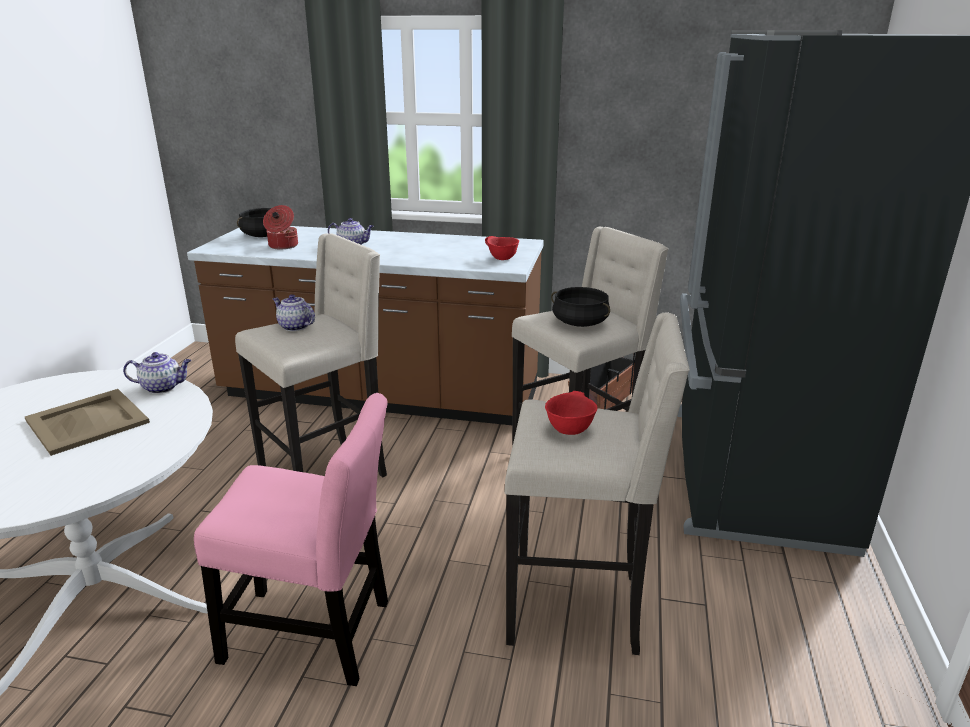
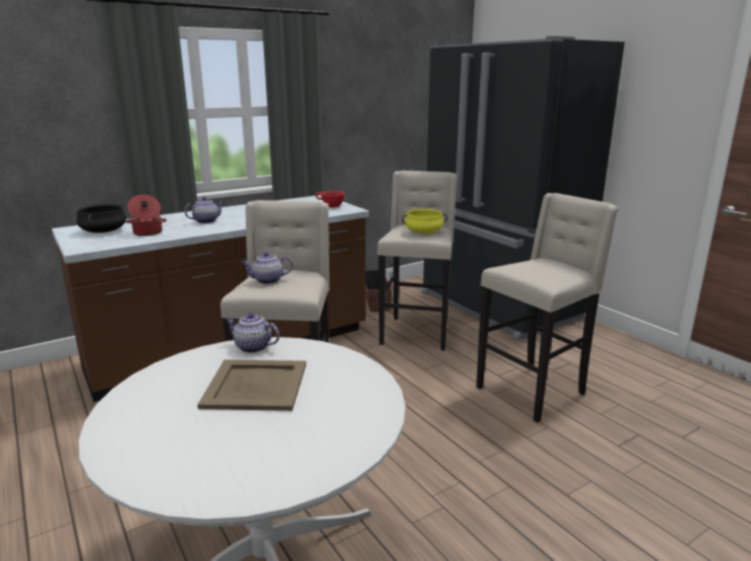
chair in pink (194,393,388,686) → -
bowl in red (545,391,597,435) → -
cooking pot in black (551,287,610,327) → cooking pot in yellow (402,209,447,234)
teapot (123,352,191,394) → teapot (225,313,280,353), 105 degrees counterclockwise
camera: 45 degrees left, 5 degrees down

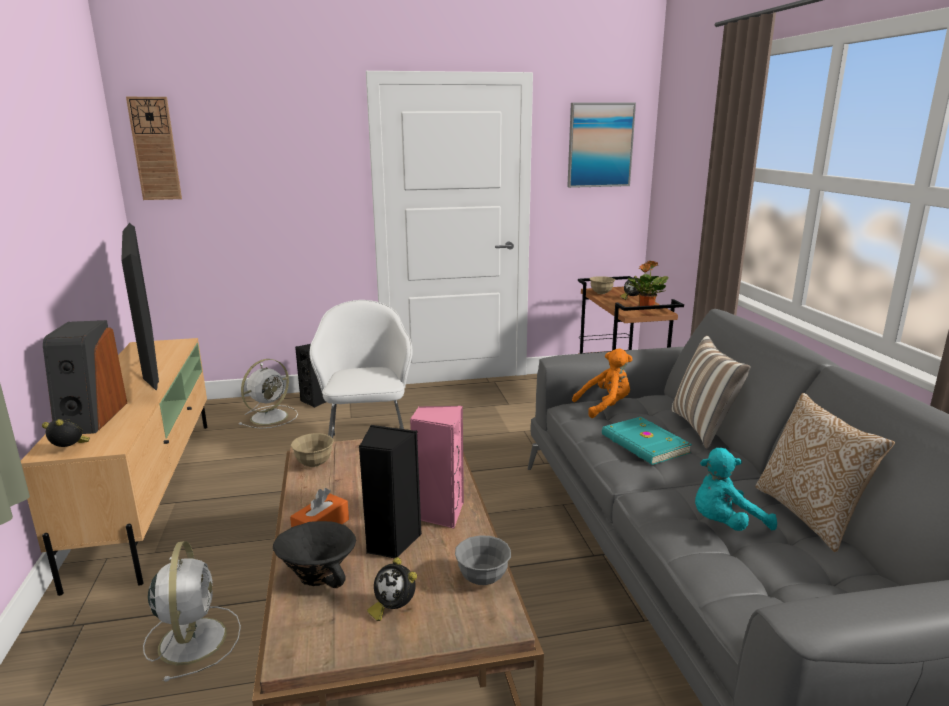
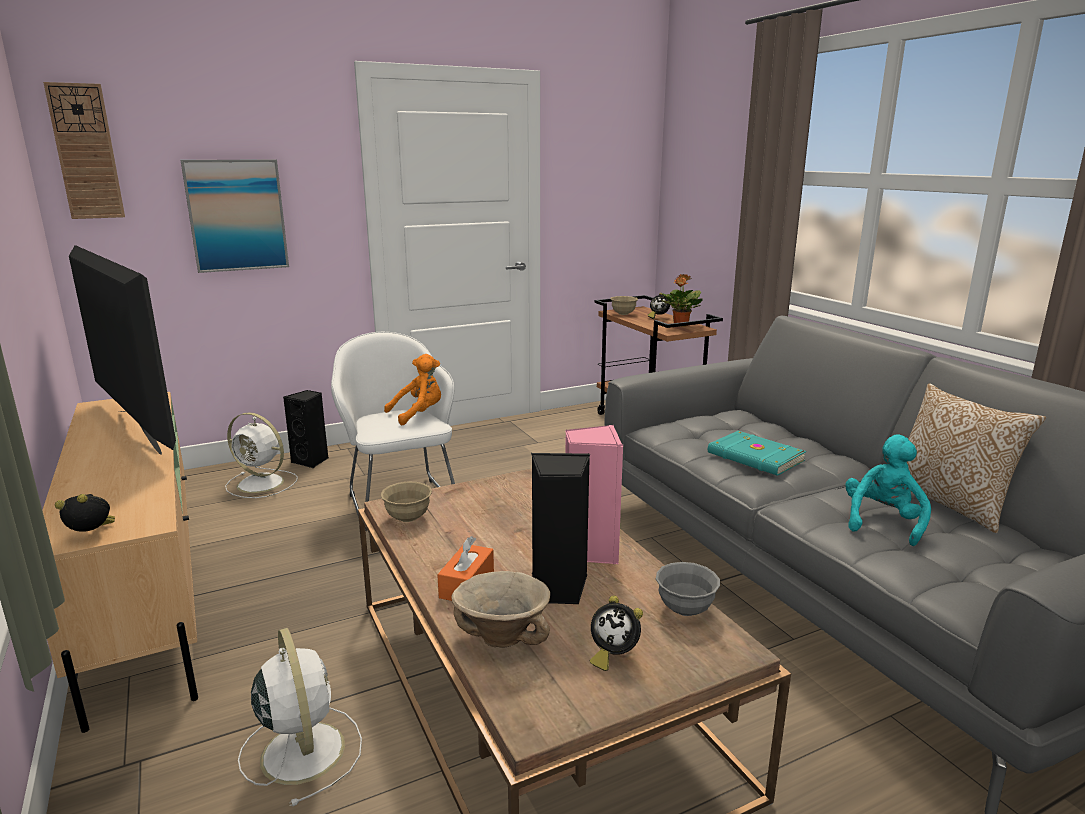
speaker (43,320,127,434) → -
pillow (671,336,751,449) → -
picture (567,103,636,188) → picture (181,159,289,273), shifted
plush toy in orange (572,348,633,418) → plush toy in orange (384,354,441,425), shifted
bowl in black (273,521,356,588) → bowl in beige (451,571,550,647)
fan in white (239,359,298,429) → fan in white (225,412,298,498), 90 degrees clockwise
plush toy in turquoise (695,448,777,531) → plush toy in turquoise (845,434,931,546), 150 degrees clockwise
camera: 15 degrees left, 0 degrees up

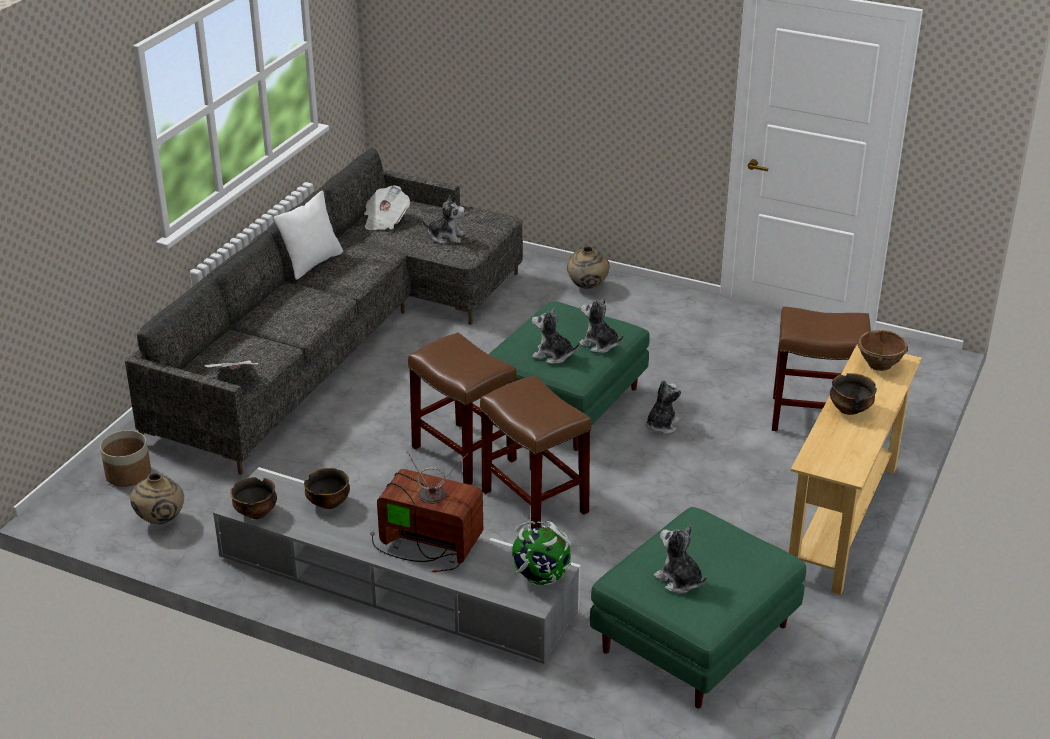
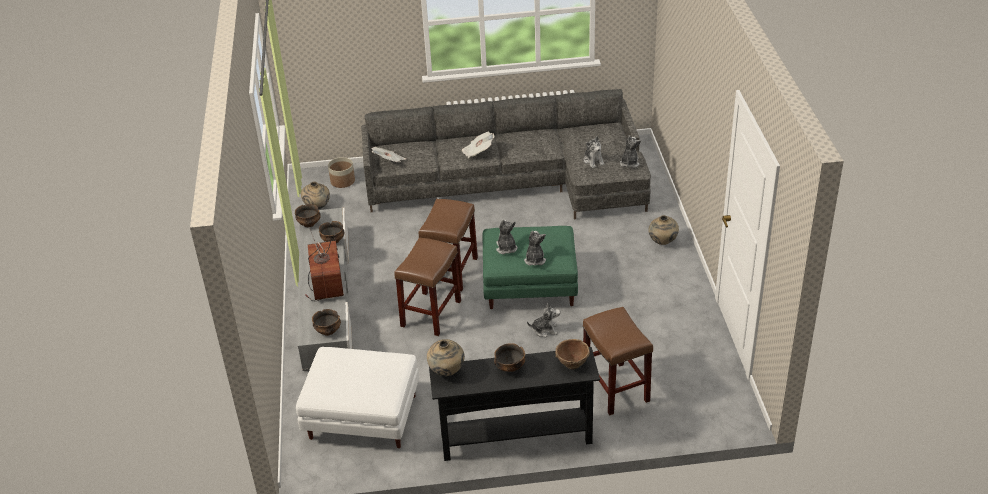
pillow in white (274,191,343,280) → -
- → vase in beige (427,339,465,376)
newspaper (364,185,410,230) → newspaper (462,132,495,158), shifted
plush toy (654,525,707,593) → plush toy (620,135,641,168), shifted
globe (510,521,571,586) → bowl (312,309,341,336)
ottoman in green (590,507,806,708) → ottoman in white (296,347,419,448)
console table in beige (789,344,922,595) → console table in black (429,347,600,461)
camera: 60 degrees right, 5 degrees up

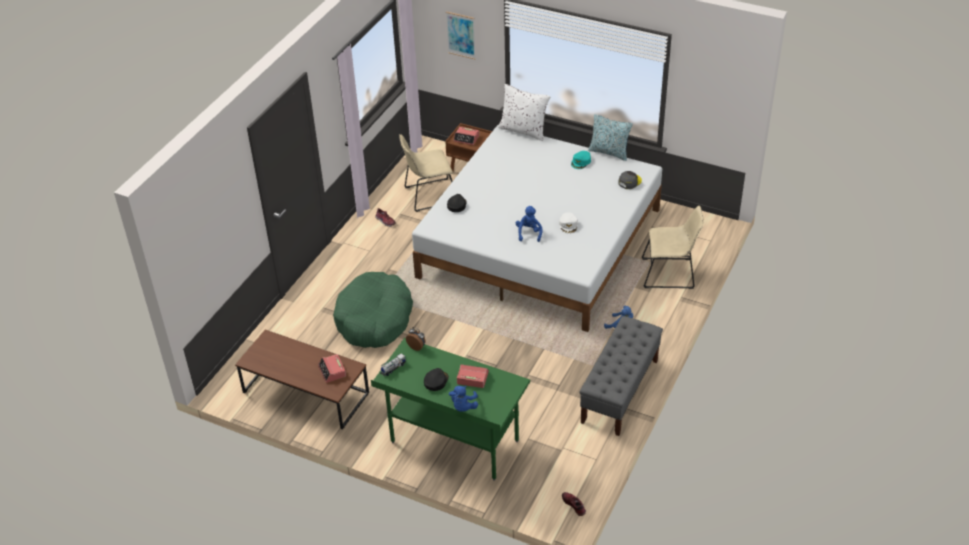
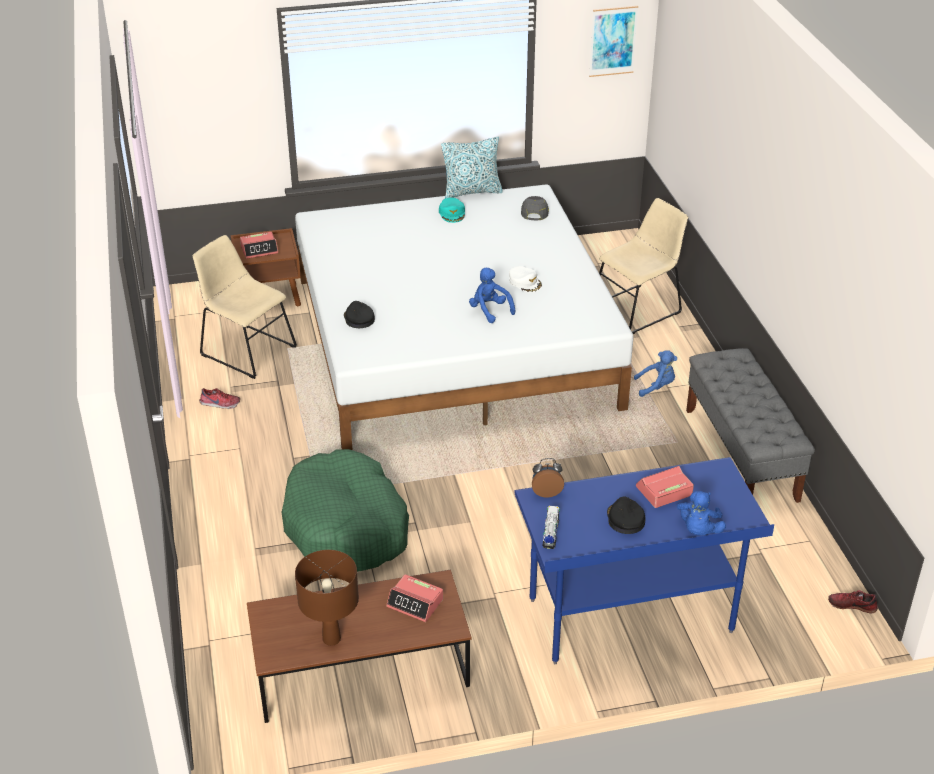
pillow in white (498,84,551,141) → -
- → table lamp in brown (295,550,359,646)
picture (446,12,476,59) → picture (589,6,638,77), shifted
desk in green (371,338,530,481) → desk in blue (515,457,774,664)
chair in beige (399,134,453,212) → chair in beige (193,235,297,379), 90 degrees clockwise
plush toy in blue (449,386,478,412) → plush toy in blue (677,491,726,536), 45 degrees clockwise
camera: 40 degrees left, 5 degrees down

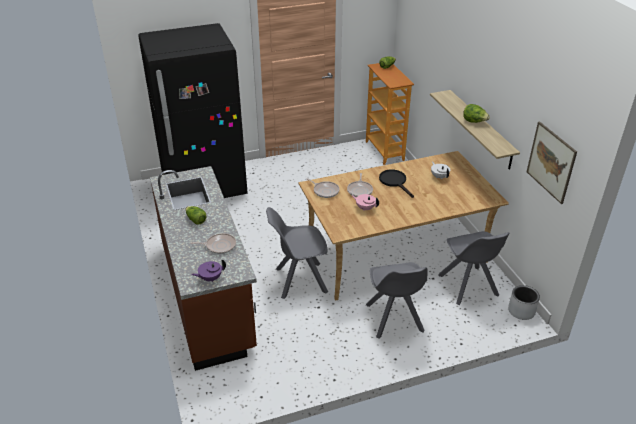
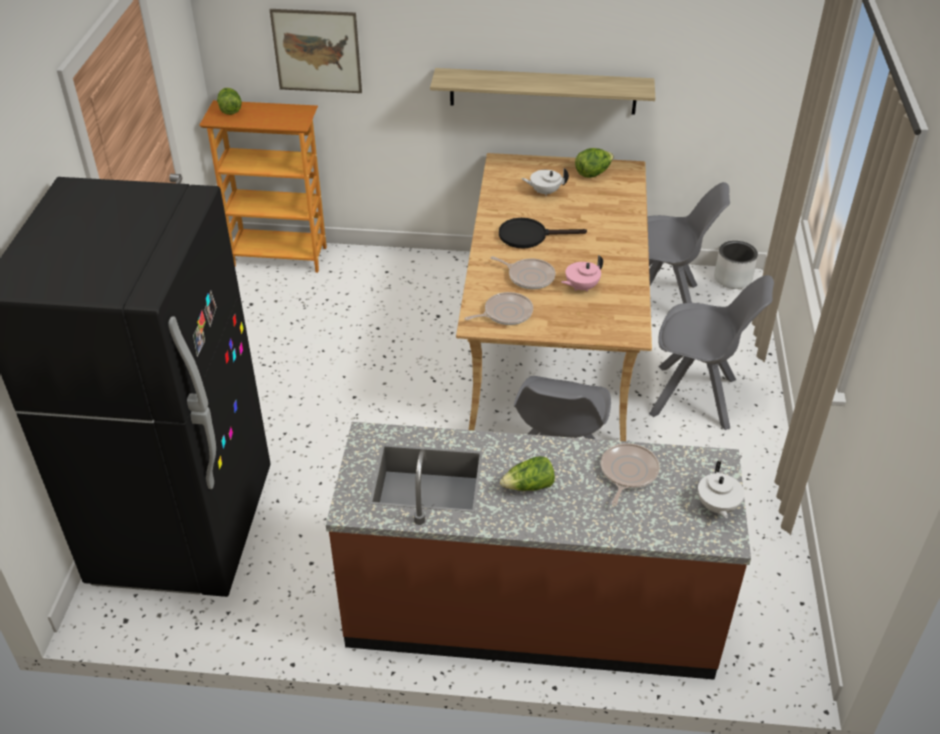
lettuce (463,104,490,123) → lettuce (575,148,614,178), shifted
picture (527,121,577,204) → picture (270,9,362,93), shifted
teapot in purple (191,259,226,282) → teapot in white (698,461,745,518)
camera: 65 degrees left, 5 degrees up

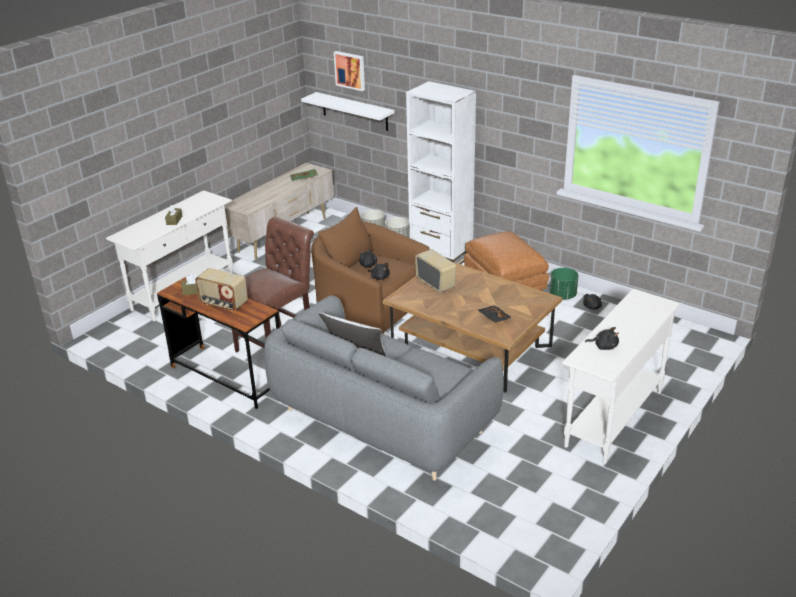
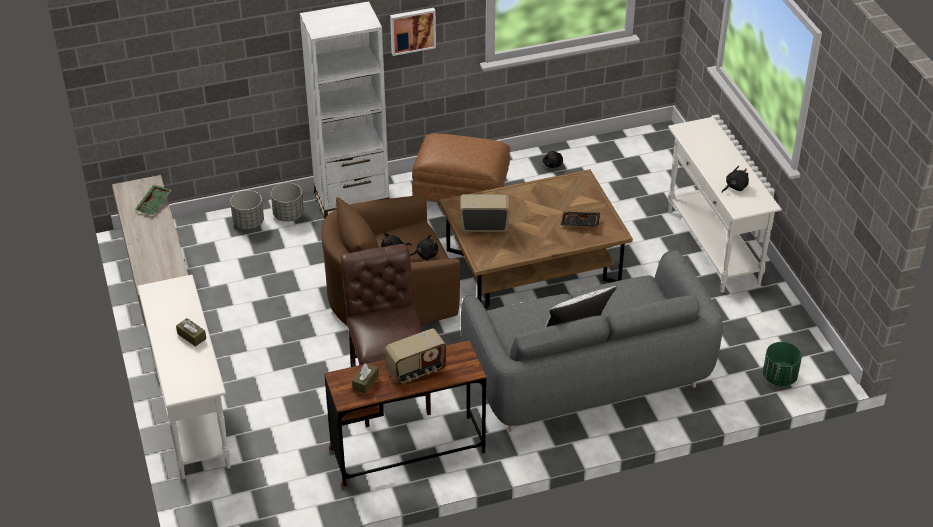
shelf in white (301,92,395,131) → -
picture (334,51,365,91) → picture (390,8,436,56), shifted
planter in green (550,268,578,299) → planter in green (763,342,802,386), shifted
camera: 55 degrees left, 10 degrees up

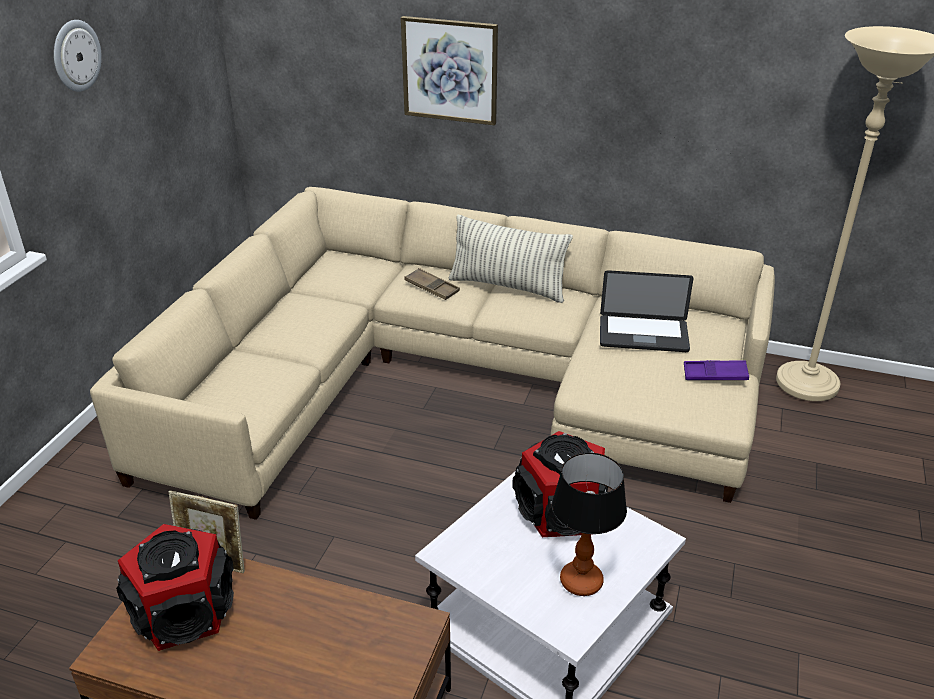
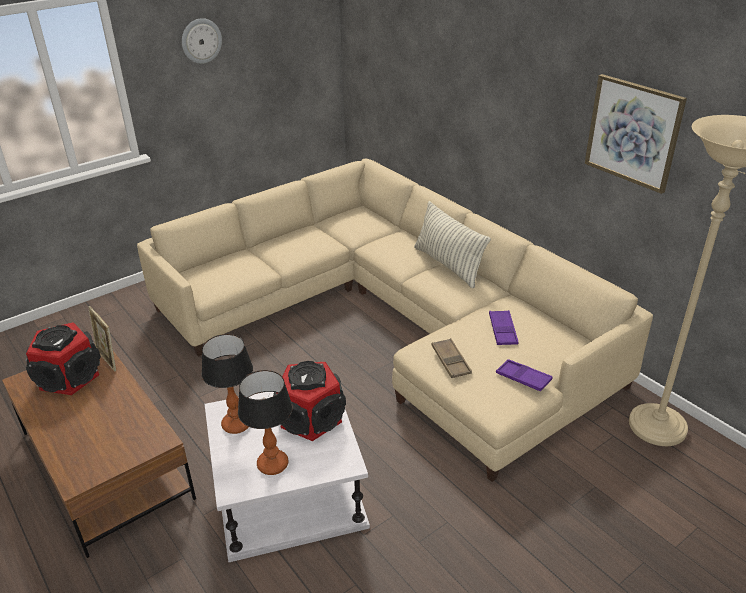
- → table lamp (202,334,253,434)
picture (401,16,498,125) → picture (585,74,687,194), shifted
tray in brown (404,268,460,300) → tray in brown (432,338,472,378), shifted
laptop (600,270,694,352) → tray in purple (489,310,518,345)
camera: 35 degrees right, 0 degrees up

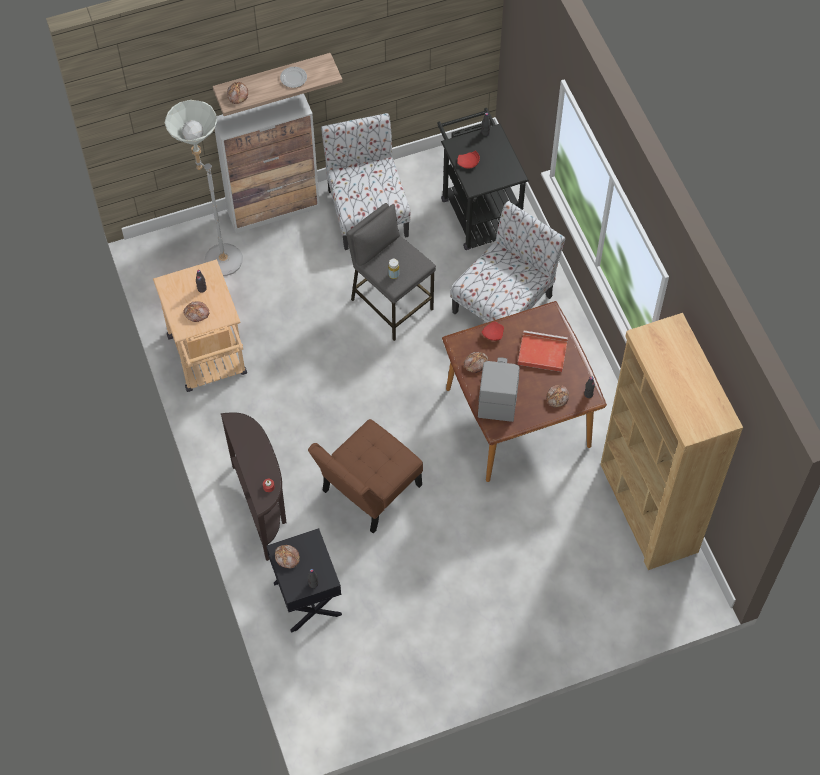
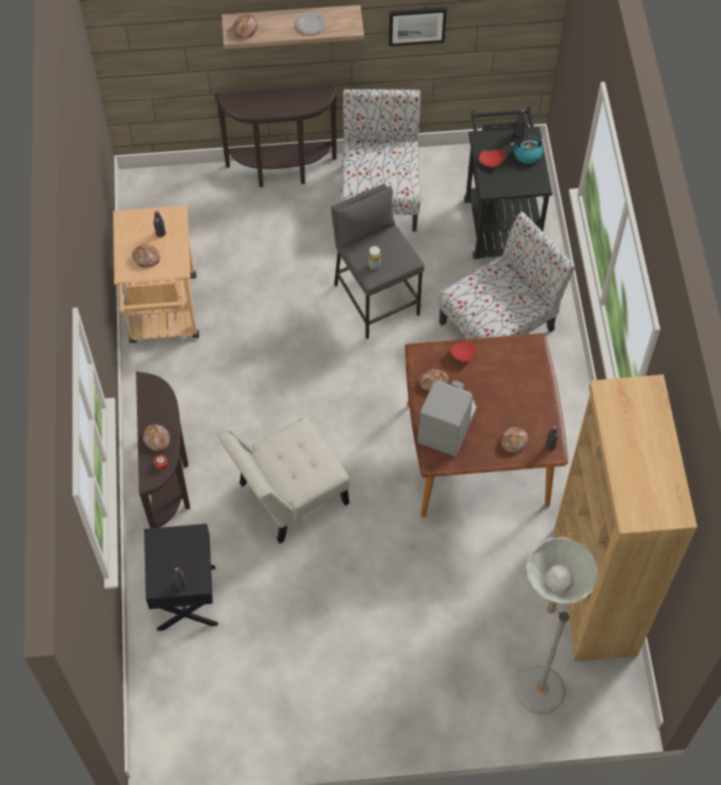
tray in red (517,331,568,372) → -
- → picture (389,7,447,46)
- → kettle (510,136,543,164)
floor lamp in grey (165,100,243,276) → floor lamp in grey (516,538,598,714), shifted
bread (275,545,300,569) → bread (143,424,170,452), shifted
cabinet (214,94,320,233) → console table in brown (214,85,338,187)
chair in brown (308,419,423,533) → chair in white (217,417,350,543)
camera: 15 degrees right, 0 degrees up

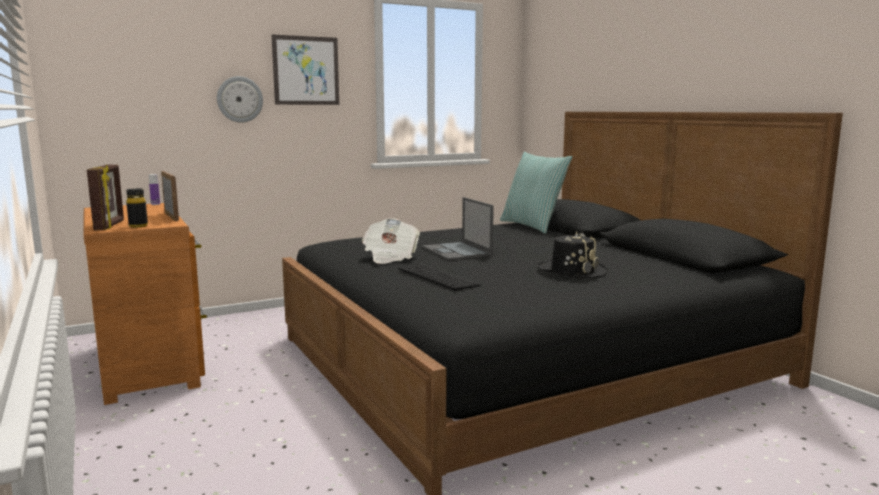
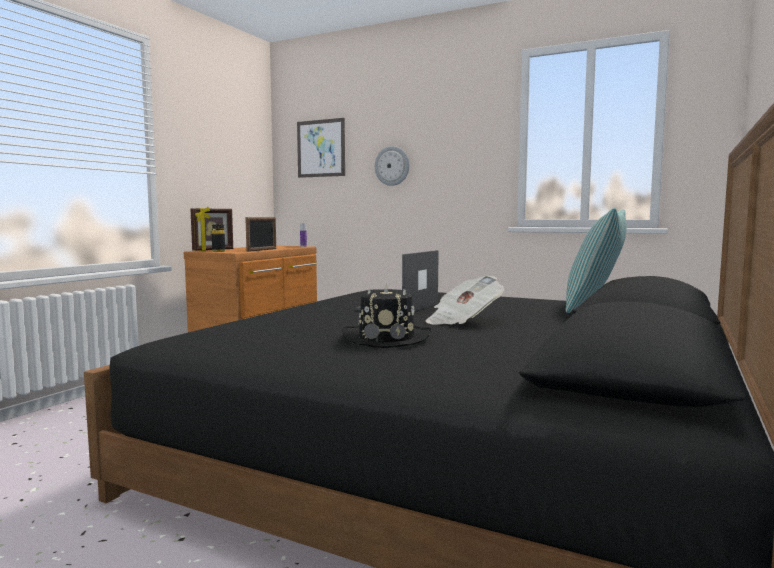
keyboard (399,264,481,291) → -
picture (271,34,339,105) → picture (297,118,345,178), shifted
newspaper (362,218,420,264) → newspaper (426,276,504,325), shifted
camera: 55 degrees right, 5 degrees down

